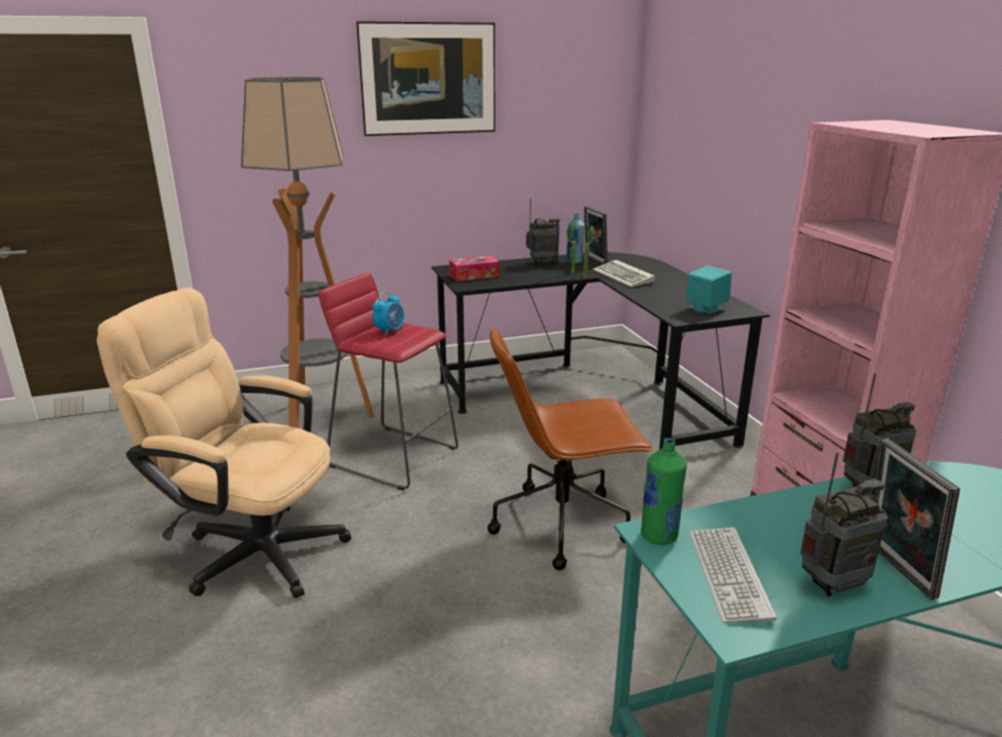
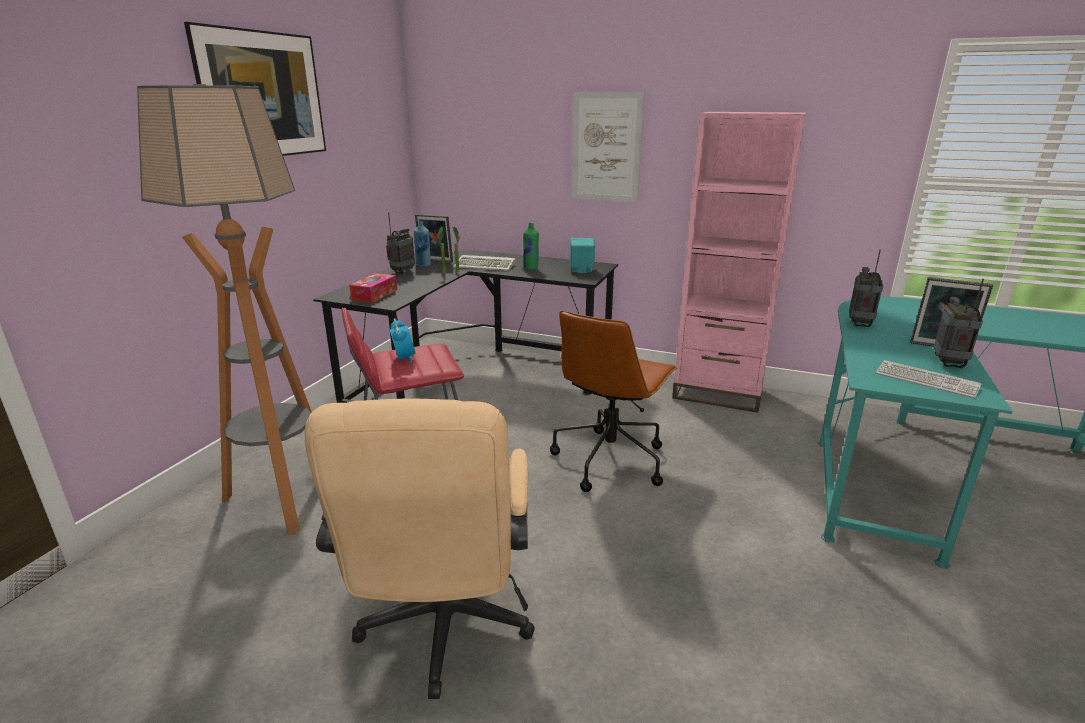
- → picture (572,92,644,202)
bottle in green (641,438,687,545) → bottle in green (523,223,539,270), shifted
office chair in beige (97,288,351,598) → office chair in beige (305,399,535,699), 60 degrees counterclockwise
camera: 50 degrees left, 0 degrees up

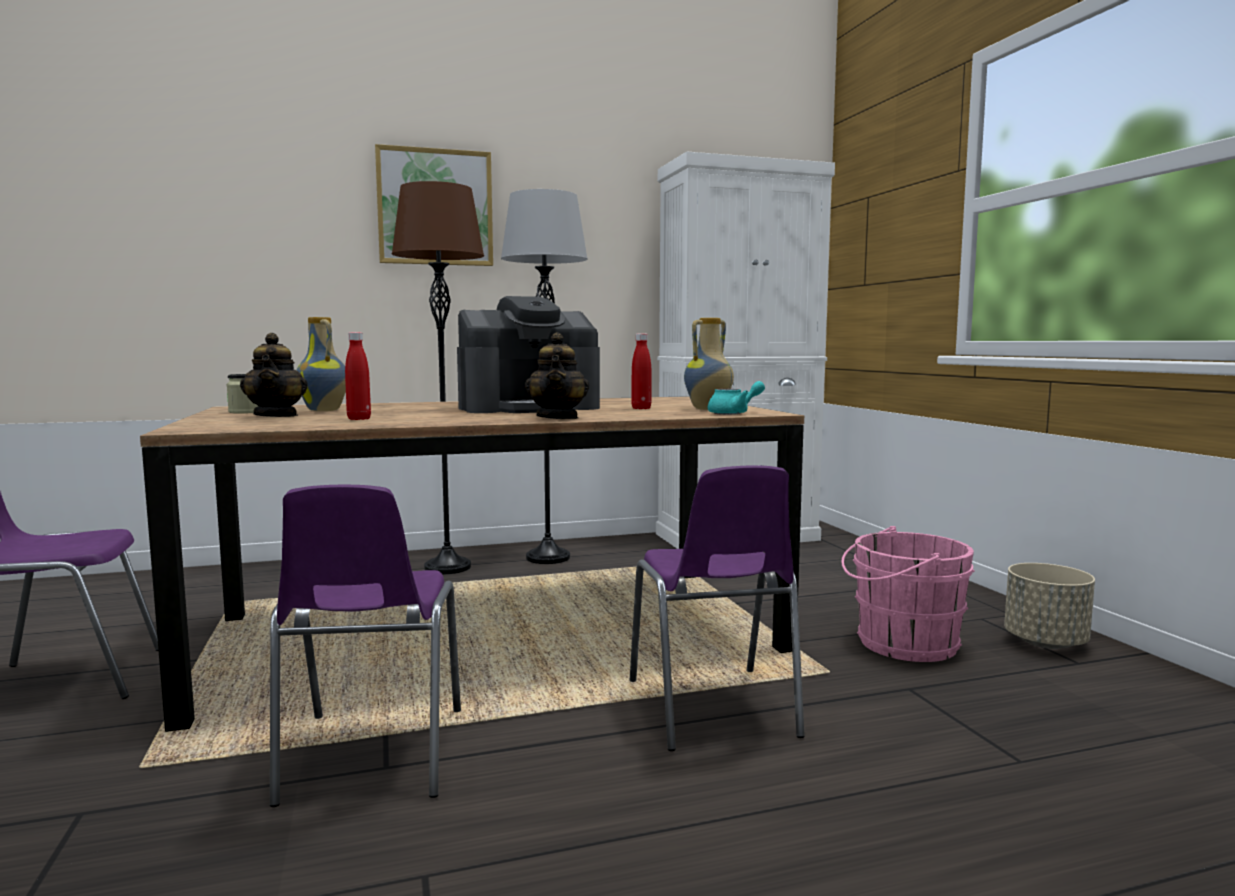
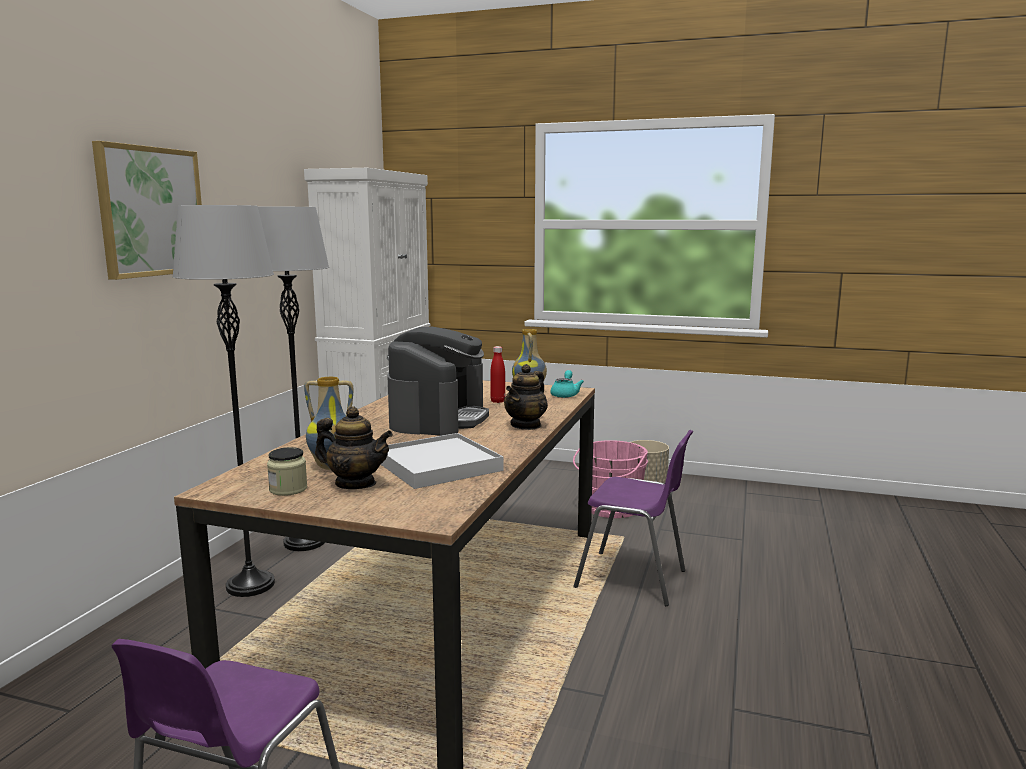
chair in purple (270,485,461,807) → -
bottle in red (345,332,371,420) → tray in white (381,433,503,489)
floor lamp in brown (392,181,484,574) → floor lamp in grey (172,205,275,597)
teapot (525,332,589,419) → teapot (504,364,548,430), 90 degrees clockwise
camera: 55 degrees left, 5 degrees up

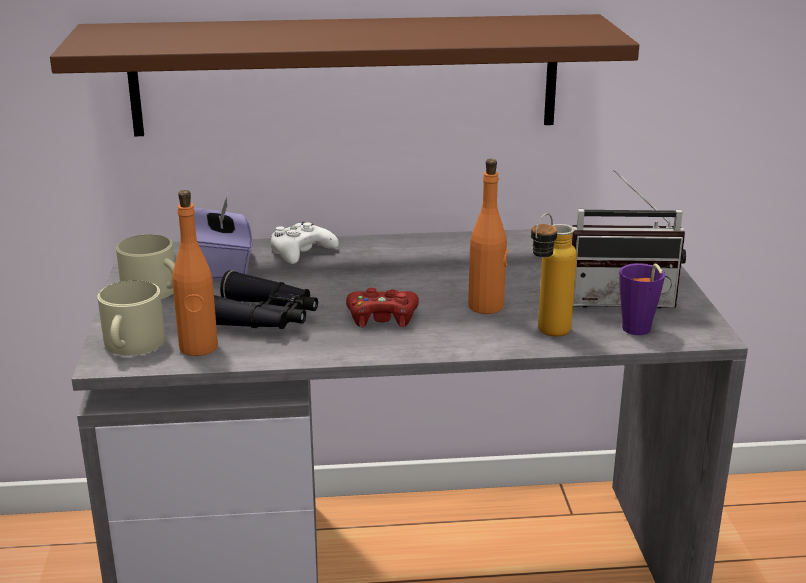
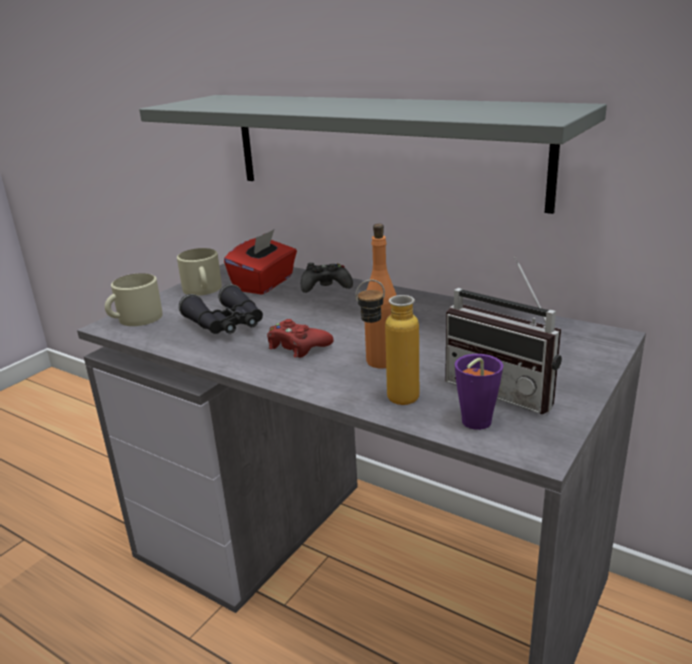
bottle in orange (172,190,218,356) → -
shelf in brown (50,14,639,136) → shelf in grey (139,95,607,214)
tissue box in purple (194,193,252,281) → tissue box in red (224,230,297,294)
game controller in white (271,222,339,264) → game controller in black (301,263,353,293)
camera: 40 degrees right, 0 degrees up

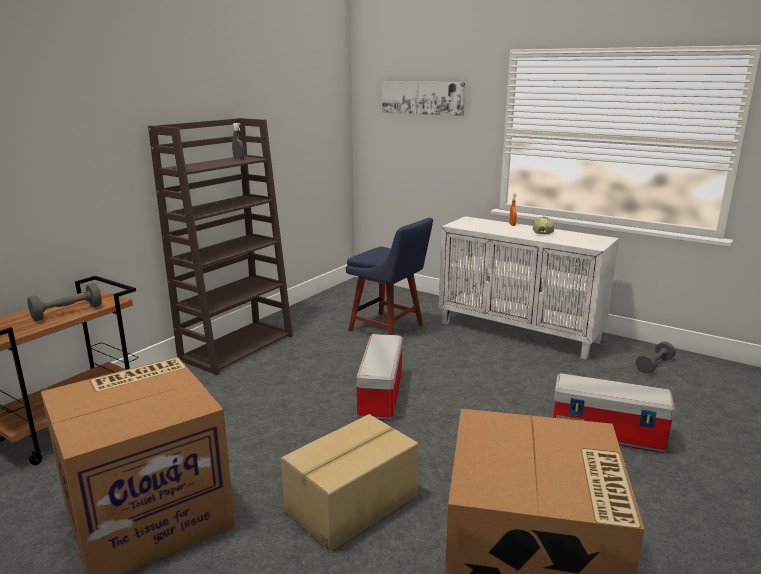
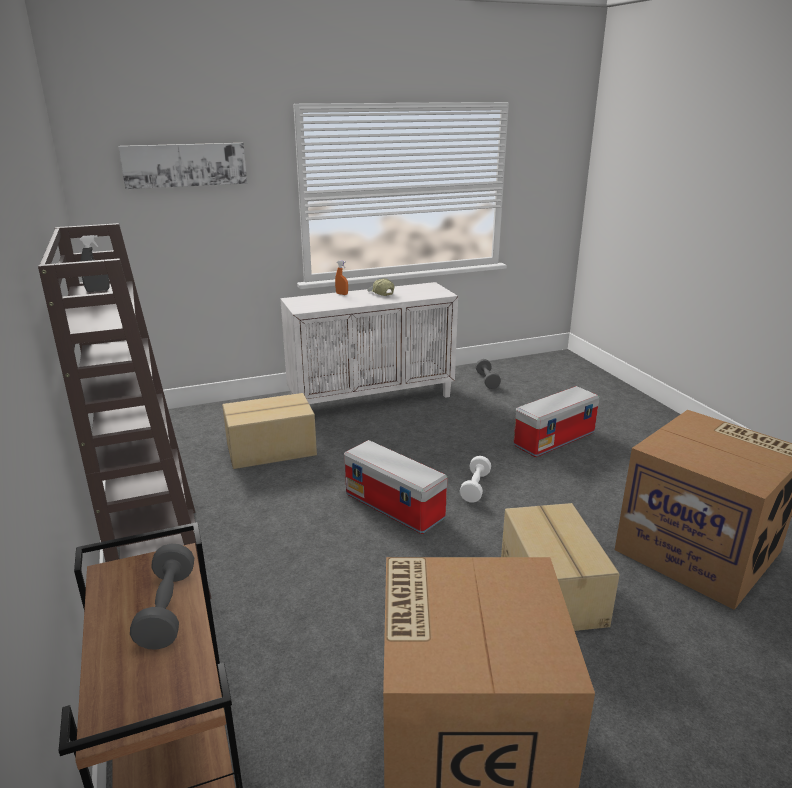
- → dumbbell in white (460,456,491,502)
chair in blue (346,218,433,335) → cardboard box (222,393,317,469)
camera: 55 degrees left, 5 degrees up

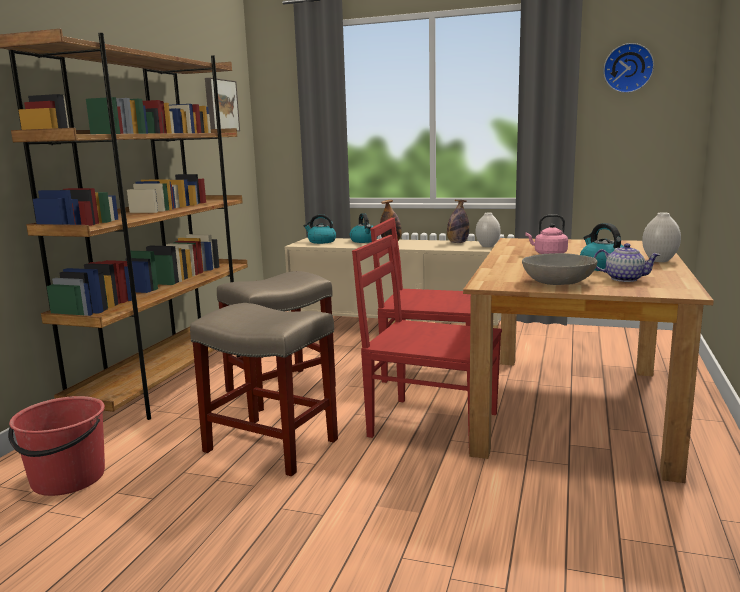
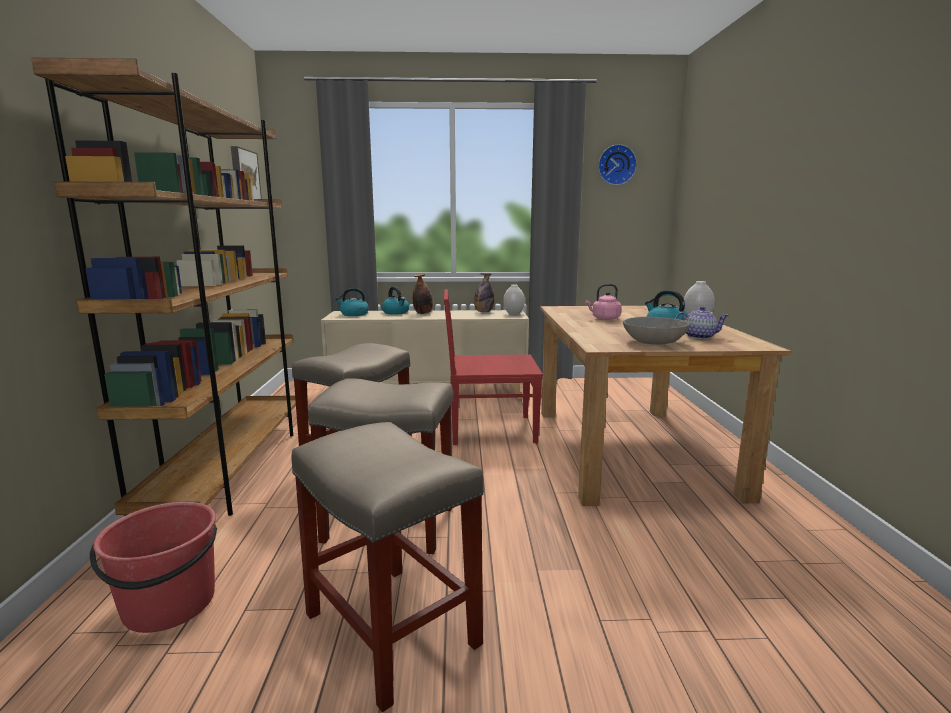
chair in red (352,235,502,438) → -
- → stool in beige (291,422,484,712)
camera: 20 degrees left, 0 degrees up

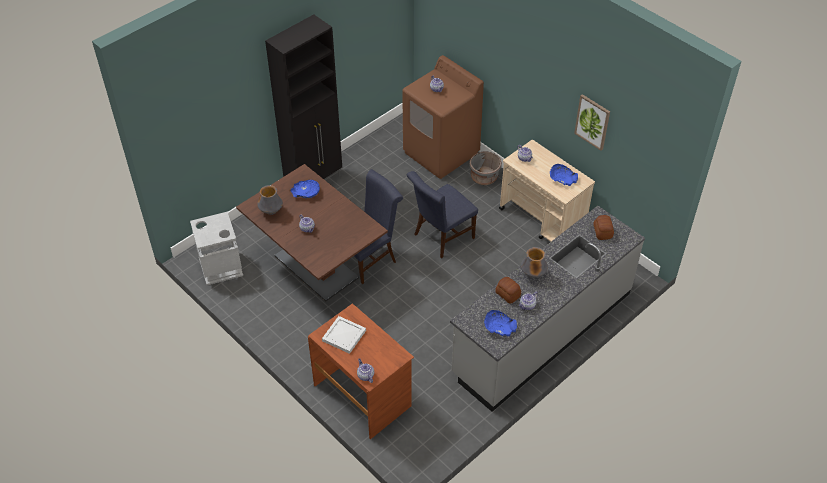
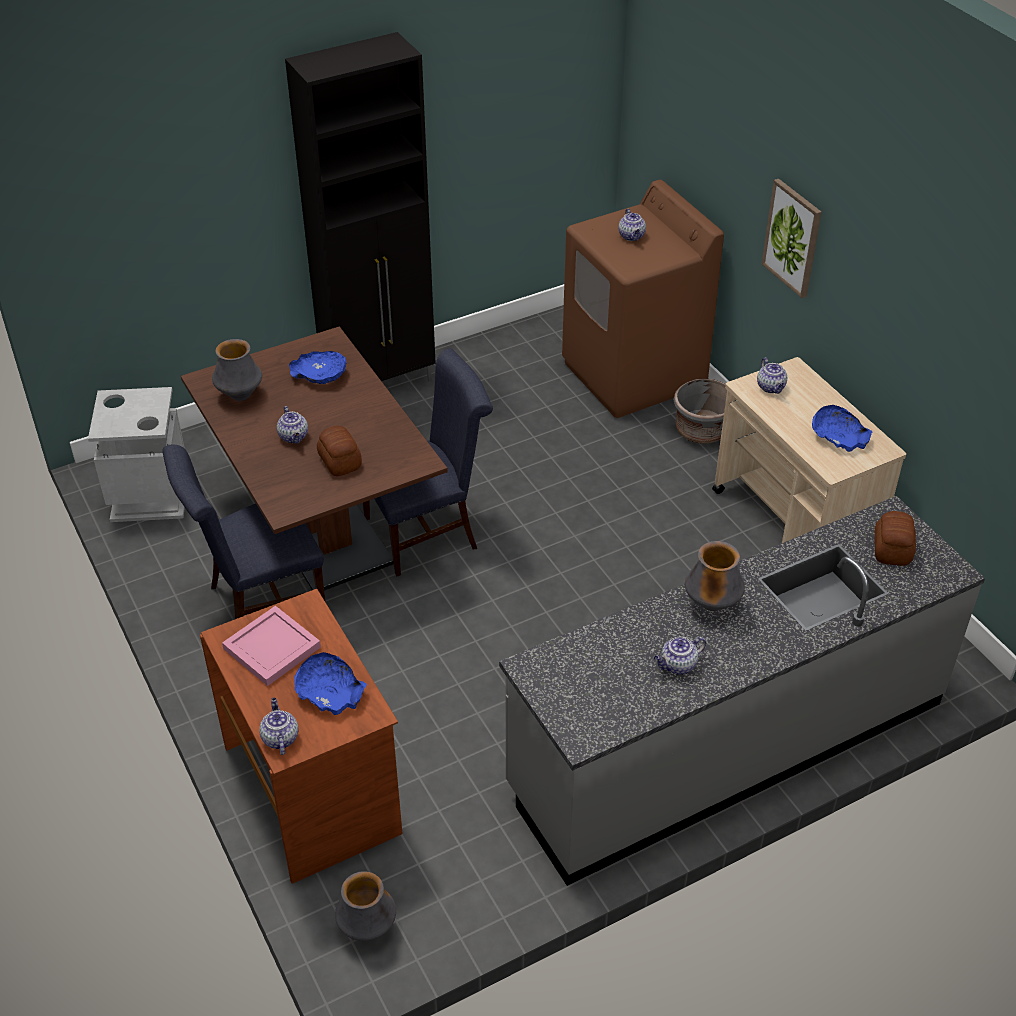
- → vase (335,871,396,941)
chair in blue (407,171,478,258) → chair in blue (162,445,325,619), shifted
bowl in blue (484,310,517,337) → bowl in blue (294,652,367,715), shifted
bread (495,277,521,304) → bread (317,426,362,476), shifted
picture (574,94,610,151) → picture (762,179,822,298), shifted
tray in white (322,316,366,354) → tray in pink (222,606,321,686)
camera: 15 degrees right, 5 degrees down

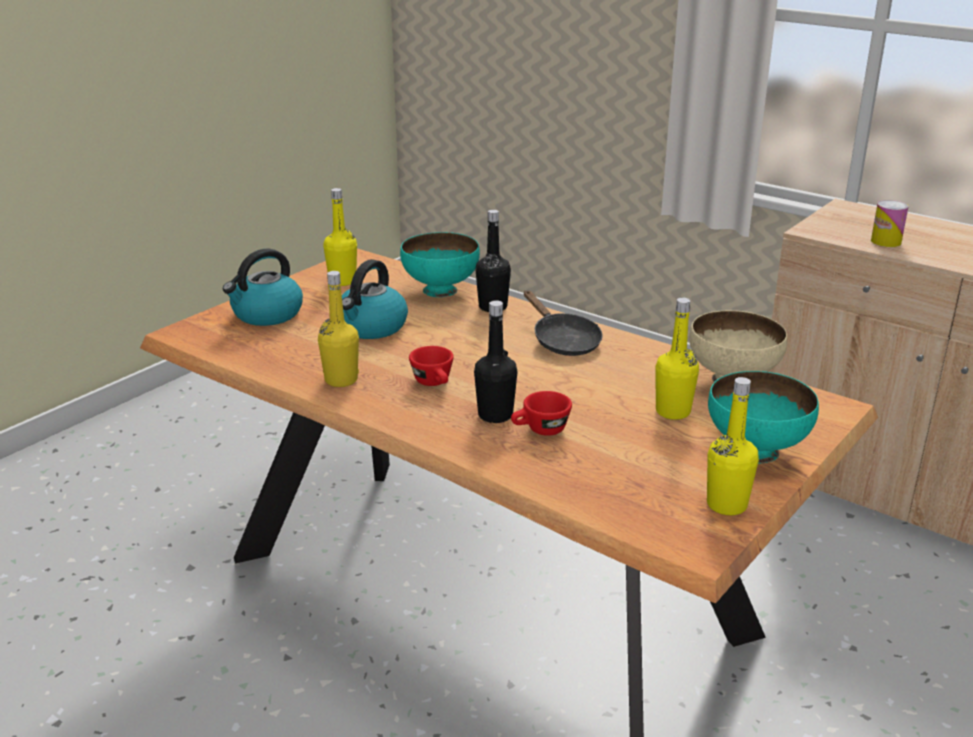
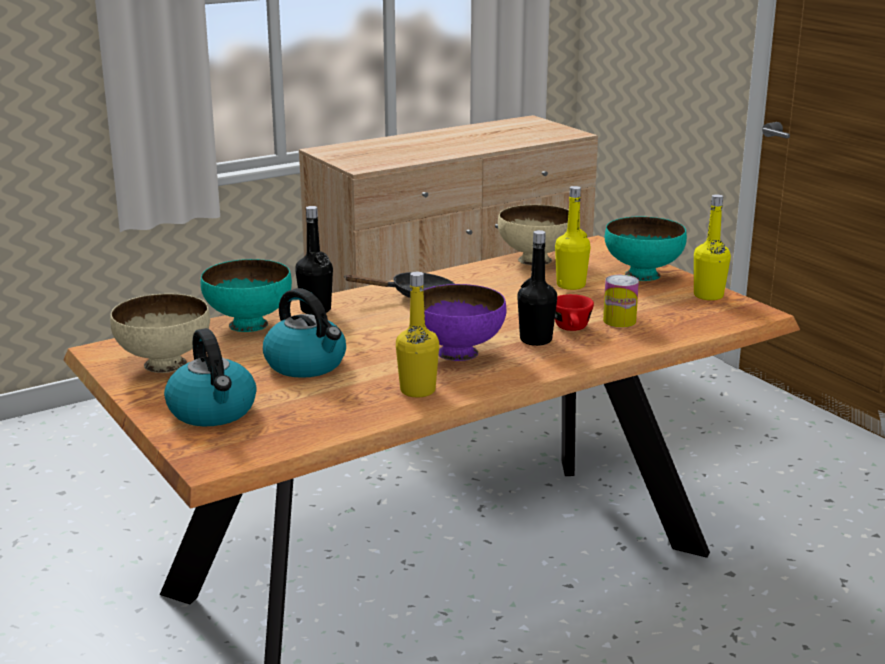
can (871,200,909,247) → can (603,275,639,327), shifted
bottle in yellow (323,188,357,286) → bowl in beige (110,293,210,373)
cup in red (409,346,454,386) → bowl in purple (423,284,506,361)
camera: 70 degrees left, 5 degrees down

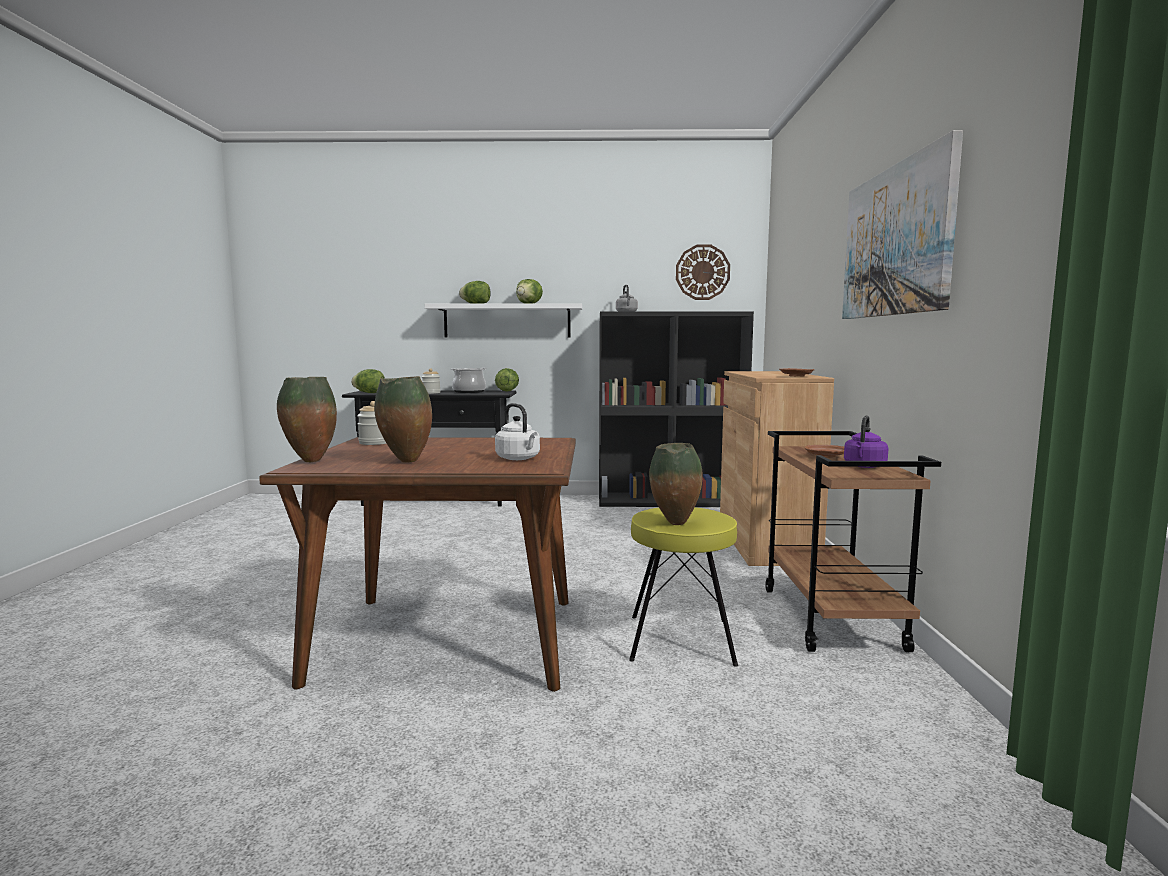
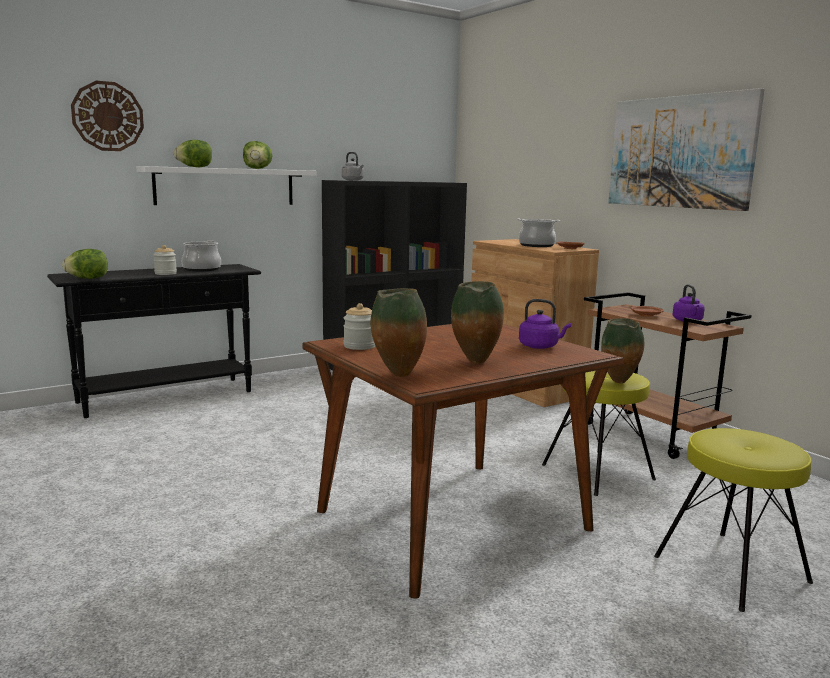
lettuce (495,368,519,392) → -
- → cooking pot (517,219,560,247)
- → stool in yellow (654,428,813,612)
wall clock (676,244,730,300) → wall clock (71,81,144,151), shifted
kettle in white (495,403,540,460) → kettle in purple (519,299,571,349)
camera: 35 degrees left, 5 degrees up

